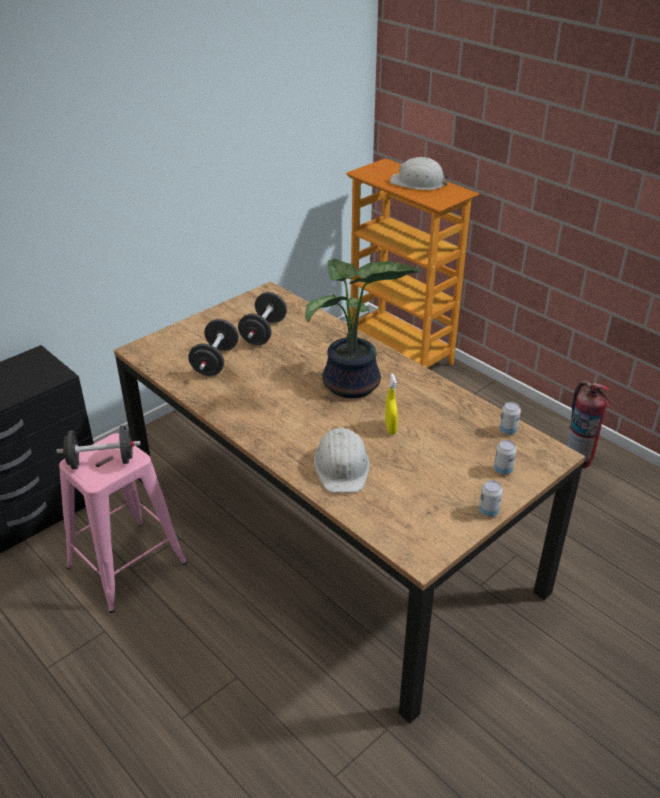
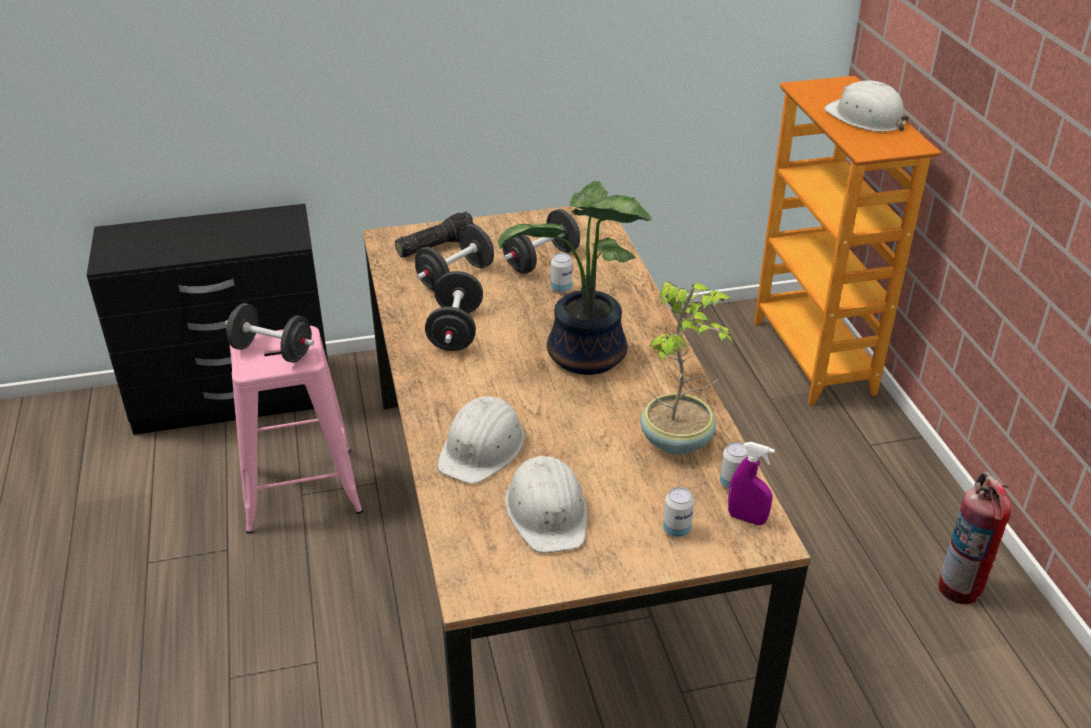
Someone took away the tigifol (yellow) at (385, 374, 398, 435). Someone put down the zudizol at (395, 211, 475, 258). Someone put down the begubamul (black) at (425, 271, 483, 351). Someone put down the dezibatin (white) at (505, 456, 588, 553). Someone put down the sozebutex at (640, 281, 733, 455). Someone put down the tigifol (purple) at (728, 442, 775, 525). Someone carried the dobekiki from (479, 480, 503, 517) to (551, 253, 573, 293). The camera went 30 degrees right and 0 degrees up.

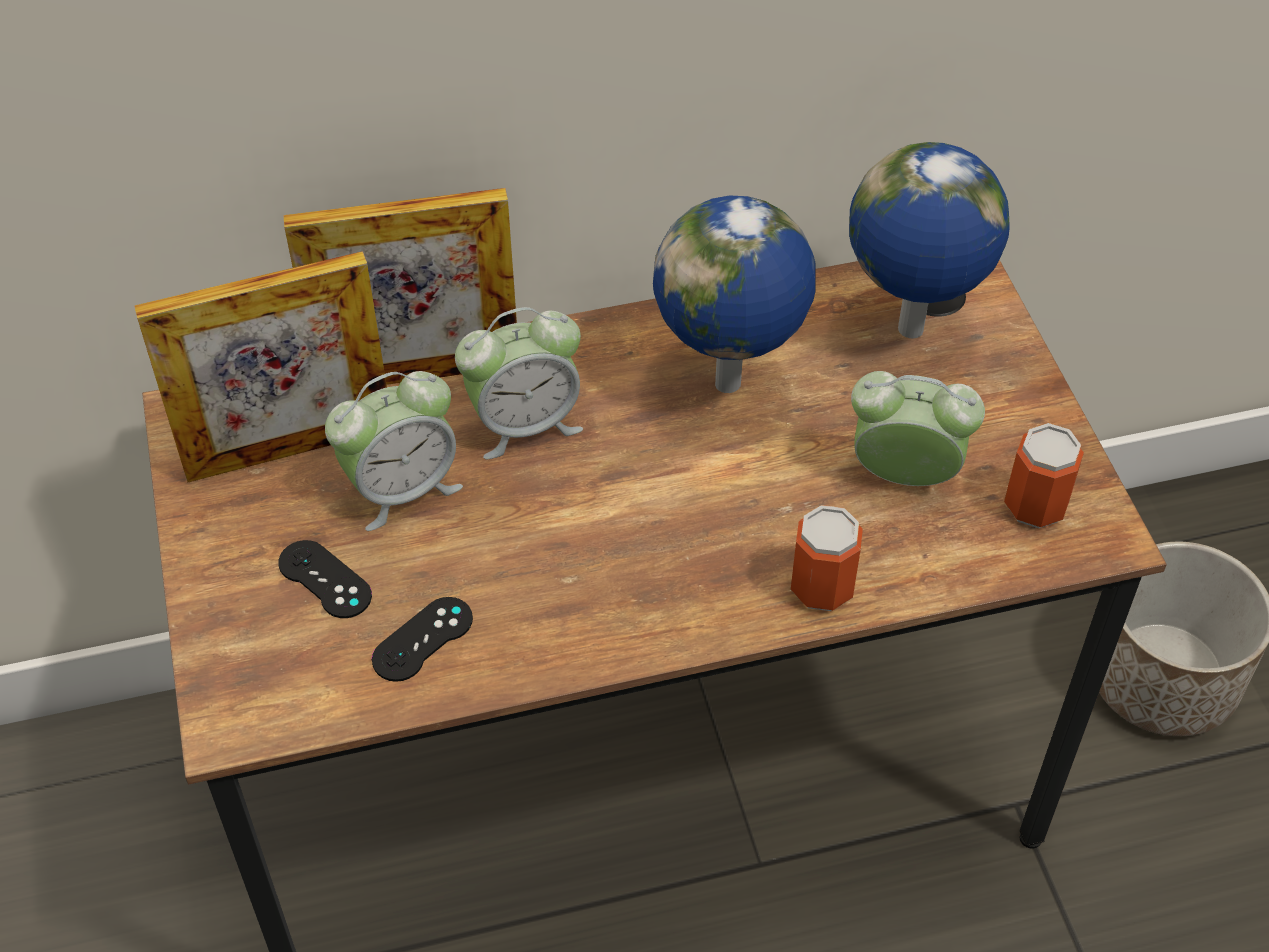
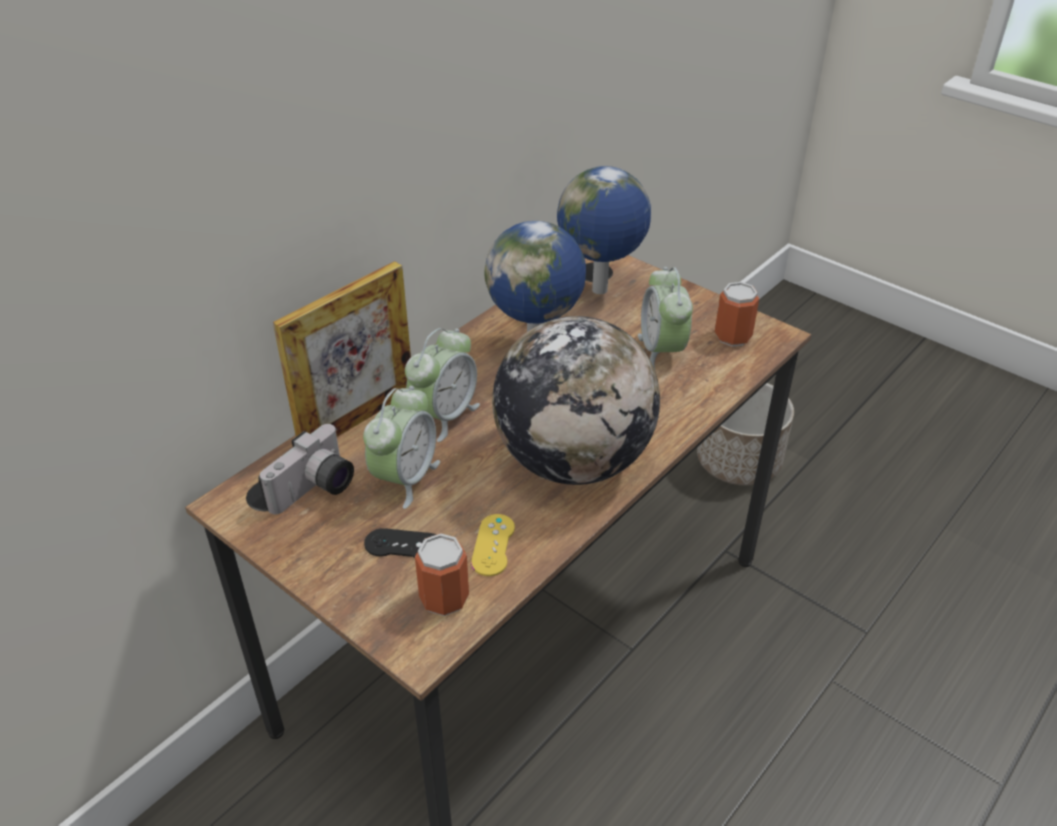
Someone put down the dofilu at (492, 316, 660, 485). Someone carried the dobekiki from (791, 505, 863, 611) to (415, 533, 469, 616). Someone swapped the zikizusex at (134, 251, 387, 483) for the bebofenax at (258, 424, 354, 514). Someone repainted the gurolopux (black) at (372, 597, 473, 682), which became the gurolopux (yellow) at (471, 514, 515, 576). Someone rotated the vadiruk at (851, 371, 985, 486) by 75 degrees counterclockwise. The camera went 35 degrees left and 10 degrees down.

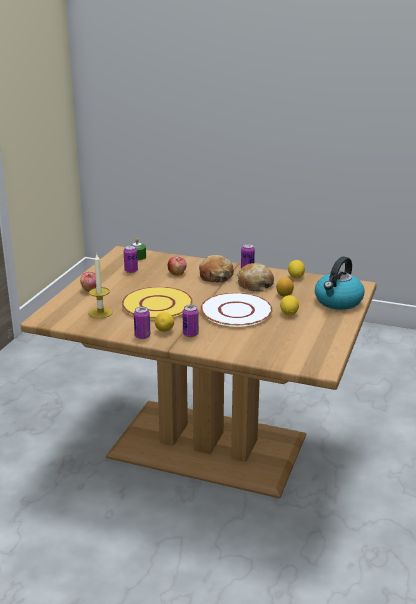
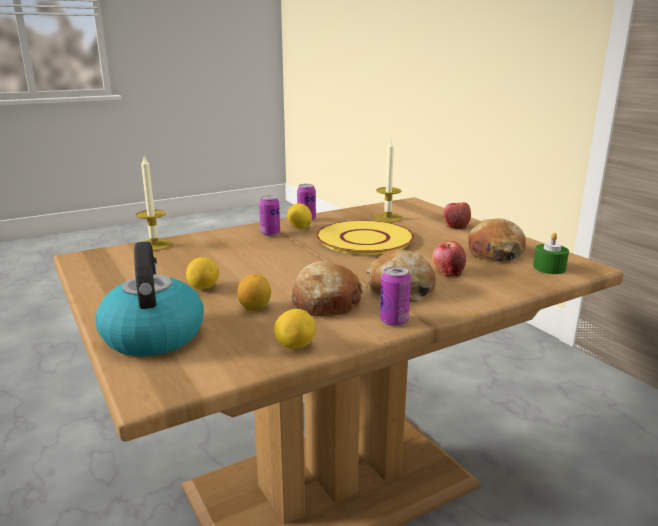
Someone took away the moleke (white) at (200, 293, 273, 327). Someone put down the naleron at (136, 156, 172, 251). Someone swapped the dobekiki at (124, 245, 138, 273) for the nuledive at (468, 218, 526, 261). The camera went 130 degrees right and 5 degrees down.

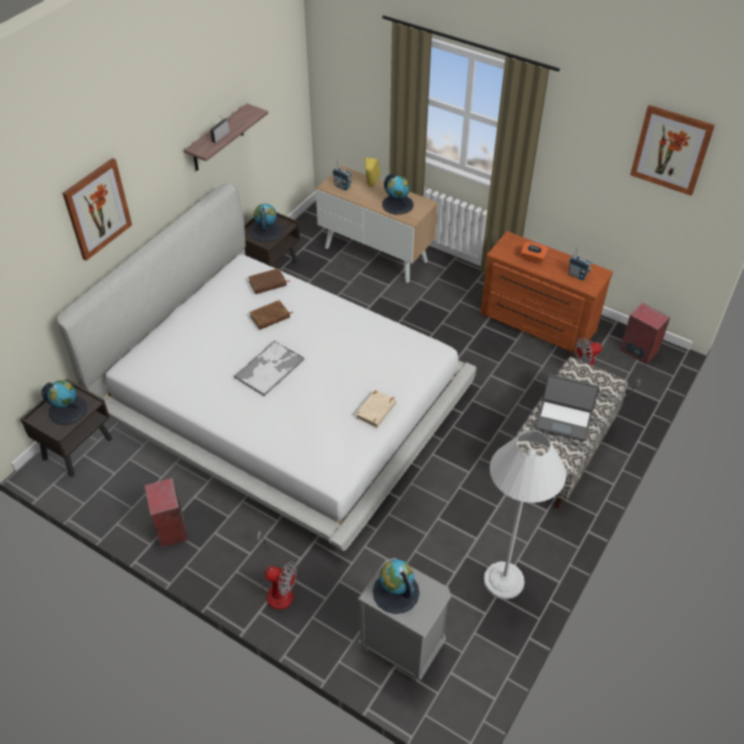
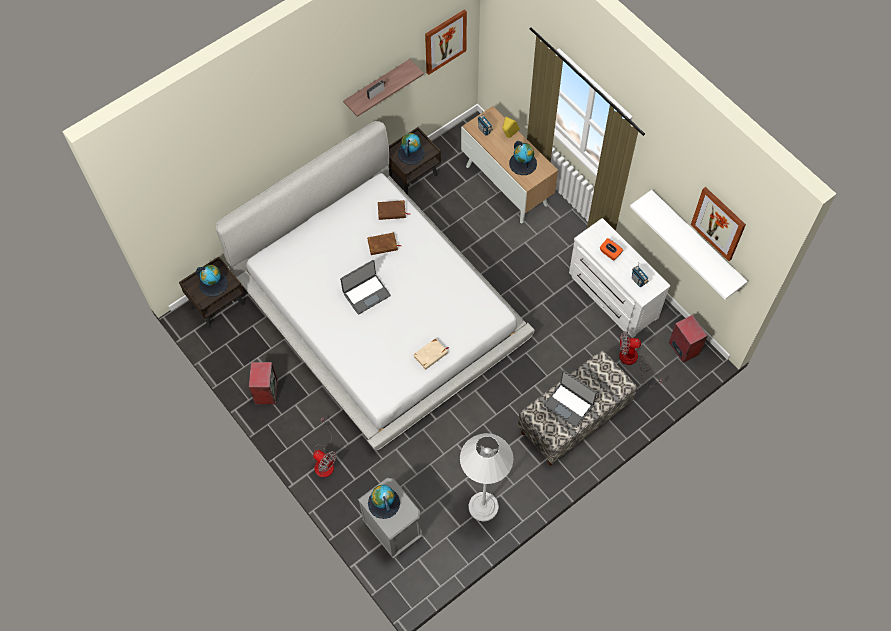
Someone put up the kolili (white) at (630, 190, 748, 300). Someone carried the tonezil from (62, 158, 132, 261) to (425, 9, 467, 75). Someone swapped the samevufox at (234, 341, 305, 397) for the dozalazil at (340, 260, 391, 315). Someone repainted the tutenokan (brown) at (480, 231, 613, 354), which became the tutenokan (white) at (569, 218, 670, 338). The camera went 20 degrees right and 15 degrees up.

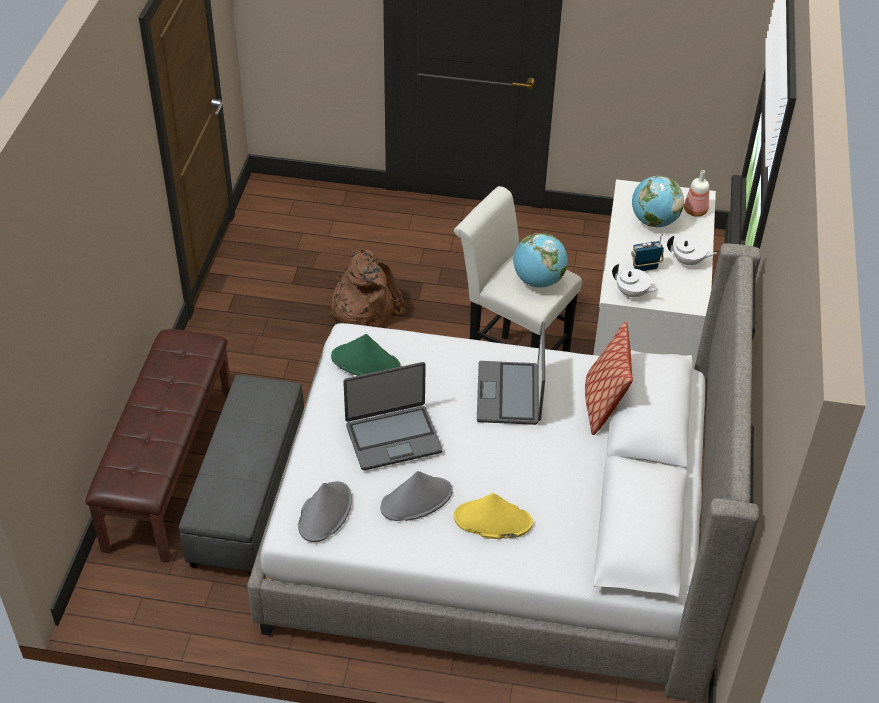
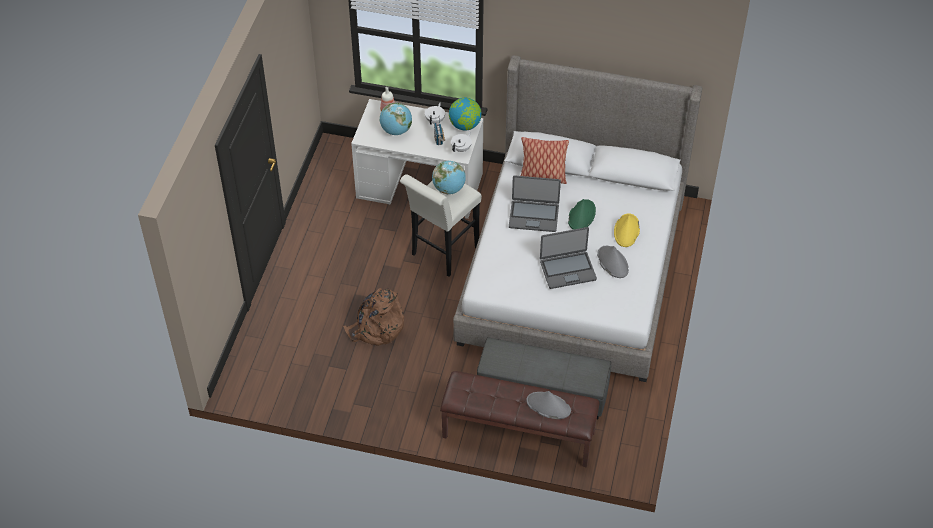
Someone put down the dofilu at (449, 98, 482, 130). Someone carried the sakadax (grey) from (298, 481, 352, 542) to (526, 391, 571, 419). Someone carried the sakadax (green) from (331, 334, 400, 376) to (568, 199, 596, 230). Someone rotated the dozalazil at (343, 362, 443, 471) by 90 degrees clockwise. The camera went 85 degrees left and 5 degrees up.

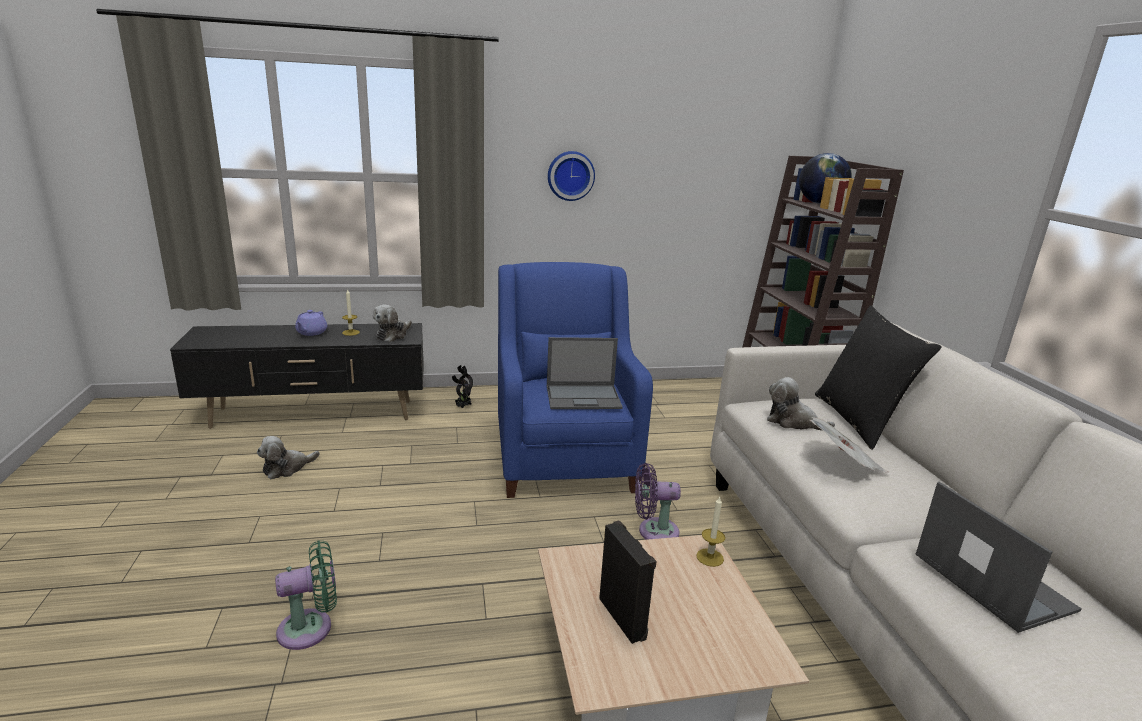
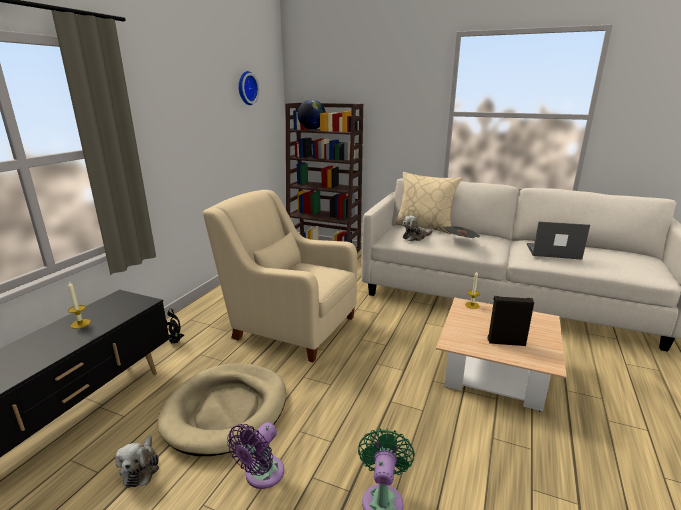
Someone took away the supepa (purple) at (295, 310, 327, 336). Someone took away the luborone at (373, 304, 412, 342). Someone took away the dozalazil at (547, 337, 623, 409). Someone put down the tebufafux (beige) at (157, 363, 286, 456). Someone carried the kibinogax from (548, 151, 595, 201) to (238, 71, 259, 105). Someone carried the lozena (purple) from (635, 463, 681, 540) to (227, 422, 284, 489). Someone repainted the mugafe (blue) at (498, 262, 653, 498), which became the mugafe (beige) at (203, 190, 357, 362). Someone repainted the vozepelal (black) at (815, 305, 942, 450), which became the vozepelal (beige) at (393, 172, 462, 234). The camera went 55 degrees left and 0 degrees up.

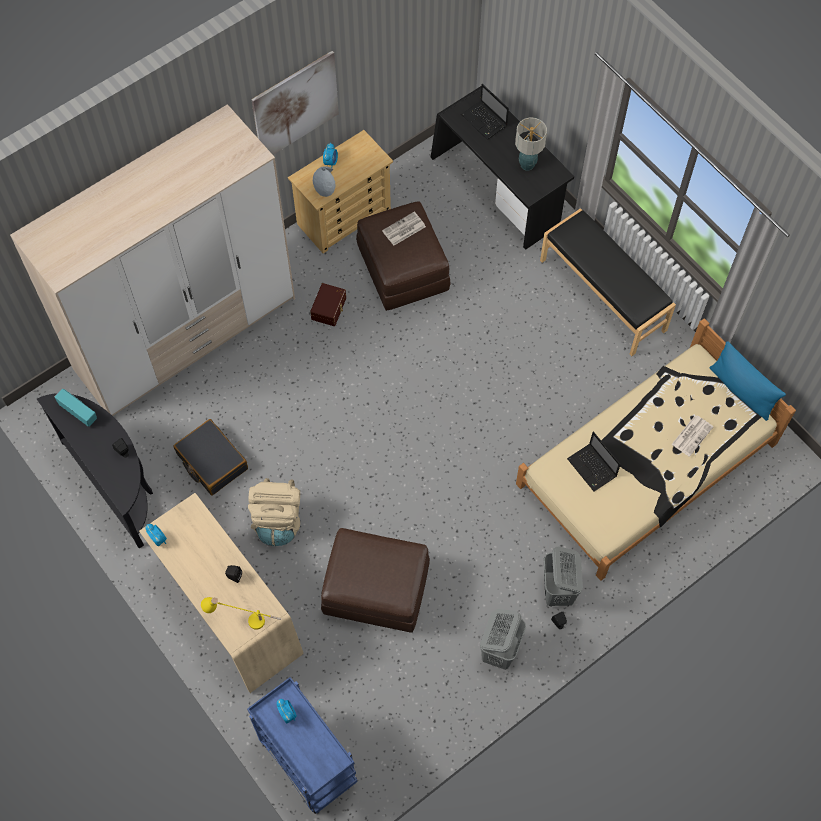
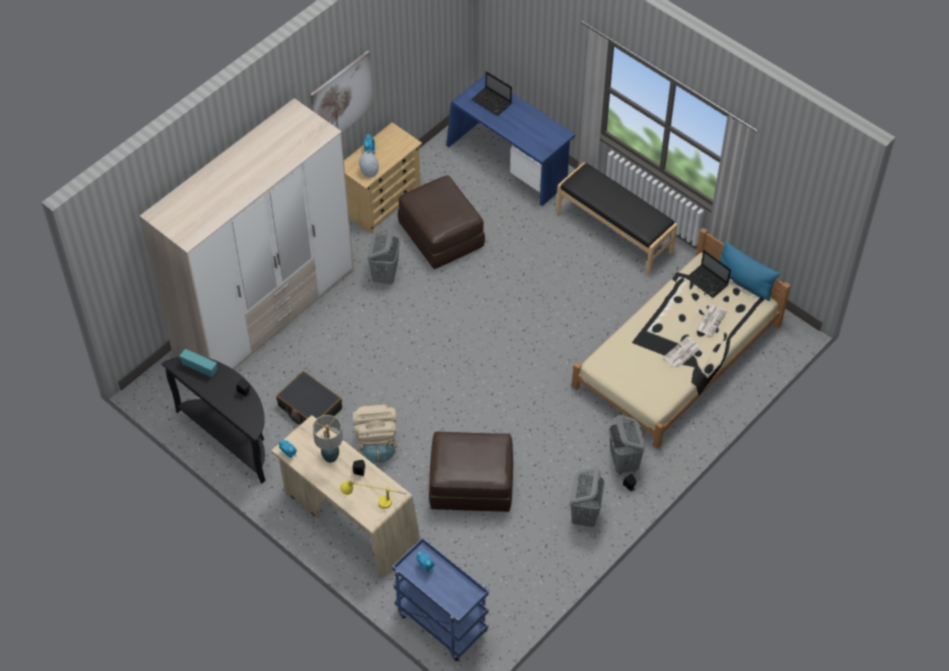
Someone carried the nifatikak from (382, 212, 426, 245) to (663, 337, 701, 369). Someone carried the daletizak from (515, 117, 547, 171) to (313, 415, 343, 463). Someone carried the dozalazil from (567, 432, 621, 491) to (686, 250, 731, 298). Someone swapped the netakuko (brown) at (310, 283, 346, 326) for the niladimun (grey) at (367, 227, 400, 284). Someone repainted the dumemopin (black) at (430, 86, 574, 249), which became the dumemopin (blue) at (446, 75, 575, 206). The camera went 10 degrees left and 10 degrees down.

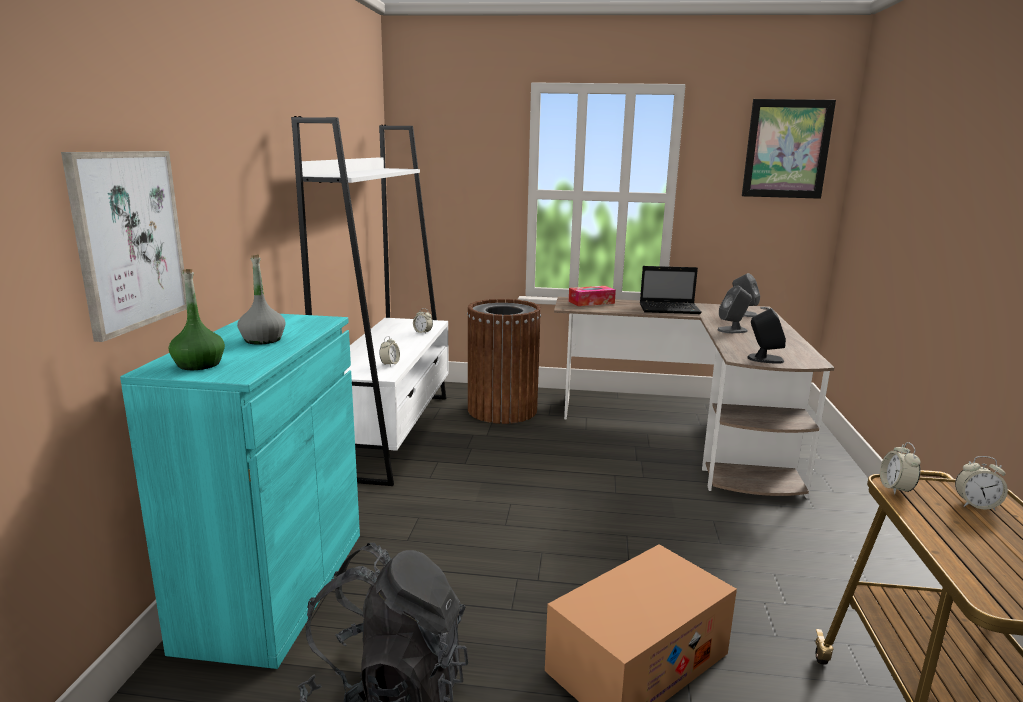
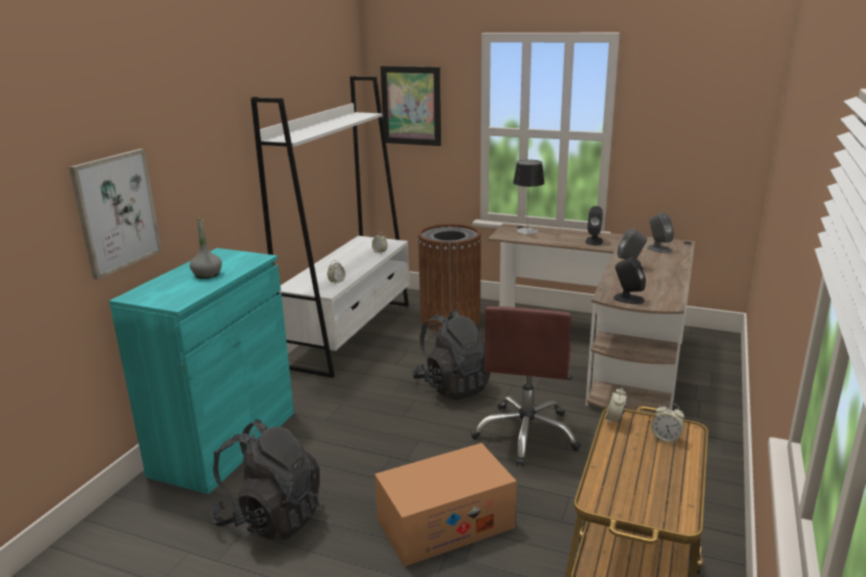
Someone took away the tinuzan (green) at (169, 269, 225, 370). Someone put down the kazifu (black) at (412, 310, 490, 400). Someone put down the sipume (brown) at (471, 306, 581, 466). Someone carried the tonezil from (742, 99, 836, 199) to (380, 66, 441, 146). Someone swapped the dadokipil at (569, 286, 616, 306) for the daletizak at (513, 160, 545, 234). Someone swapped the dozalazil at (640, 266, 702, 314) for the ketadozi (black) at (586, 206, 603, 245). The camera went 15 degrees right and 5 degrees up.

